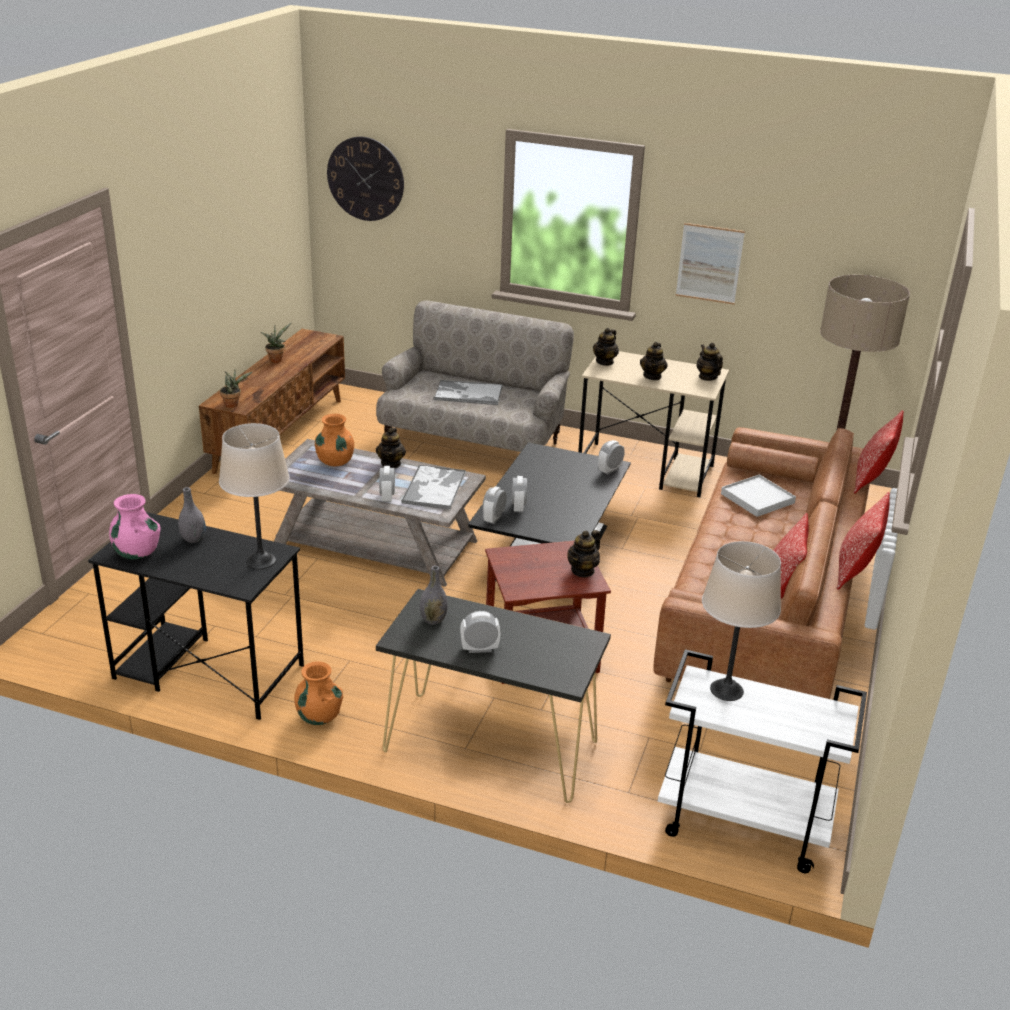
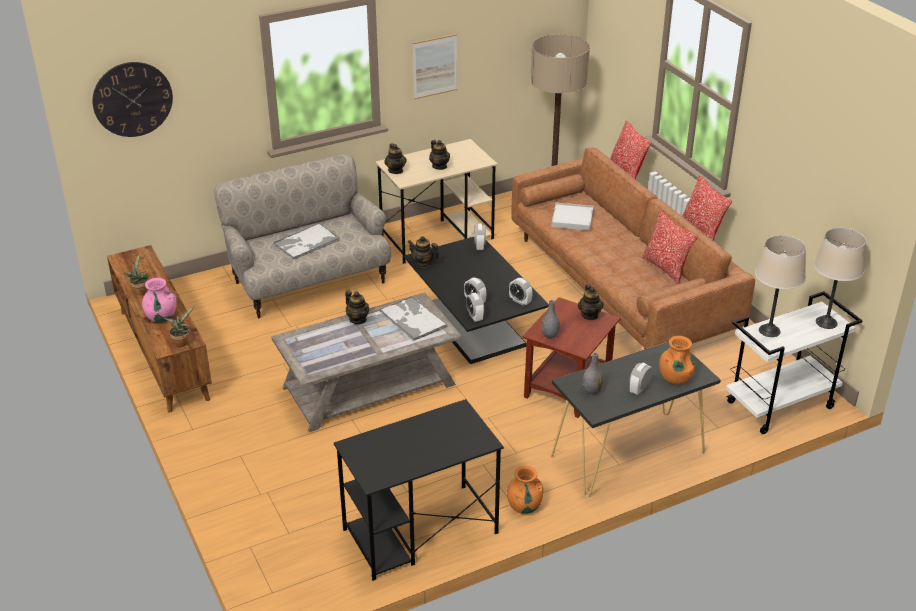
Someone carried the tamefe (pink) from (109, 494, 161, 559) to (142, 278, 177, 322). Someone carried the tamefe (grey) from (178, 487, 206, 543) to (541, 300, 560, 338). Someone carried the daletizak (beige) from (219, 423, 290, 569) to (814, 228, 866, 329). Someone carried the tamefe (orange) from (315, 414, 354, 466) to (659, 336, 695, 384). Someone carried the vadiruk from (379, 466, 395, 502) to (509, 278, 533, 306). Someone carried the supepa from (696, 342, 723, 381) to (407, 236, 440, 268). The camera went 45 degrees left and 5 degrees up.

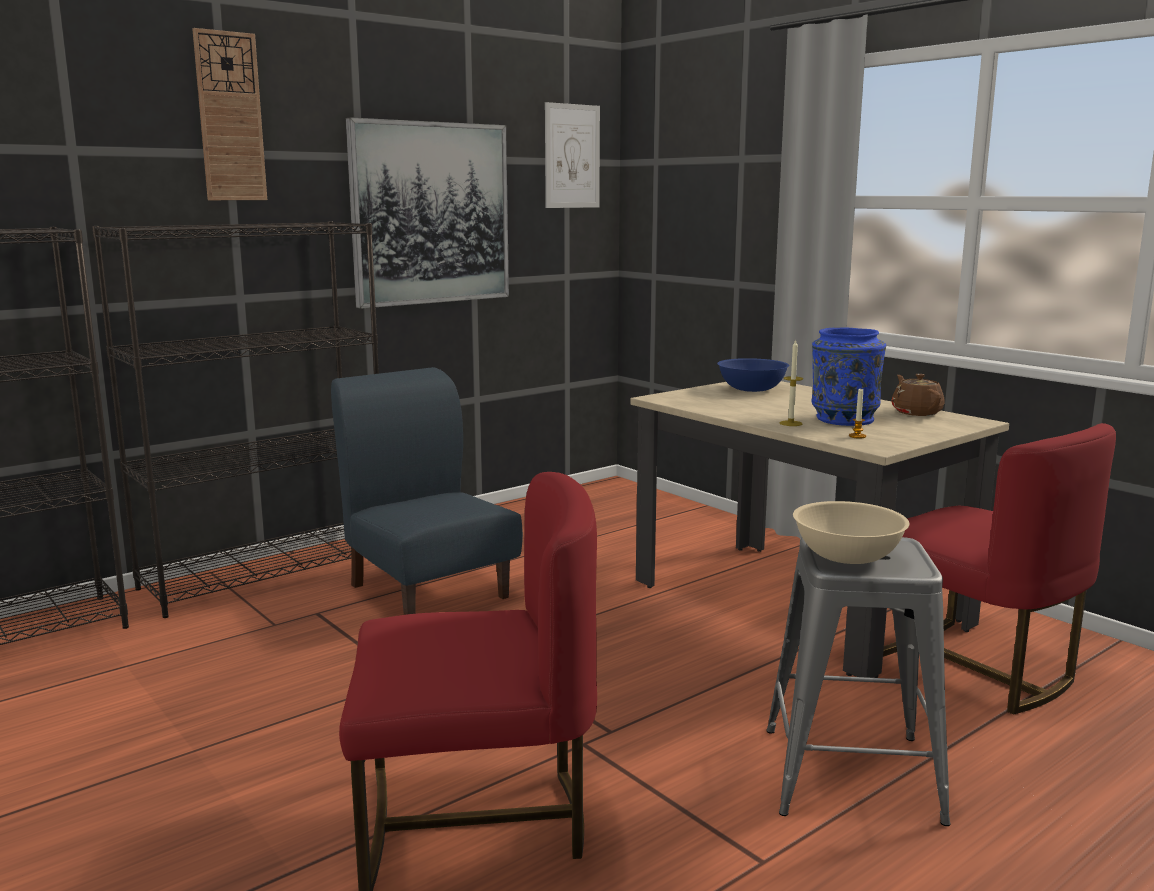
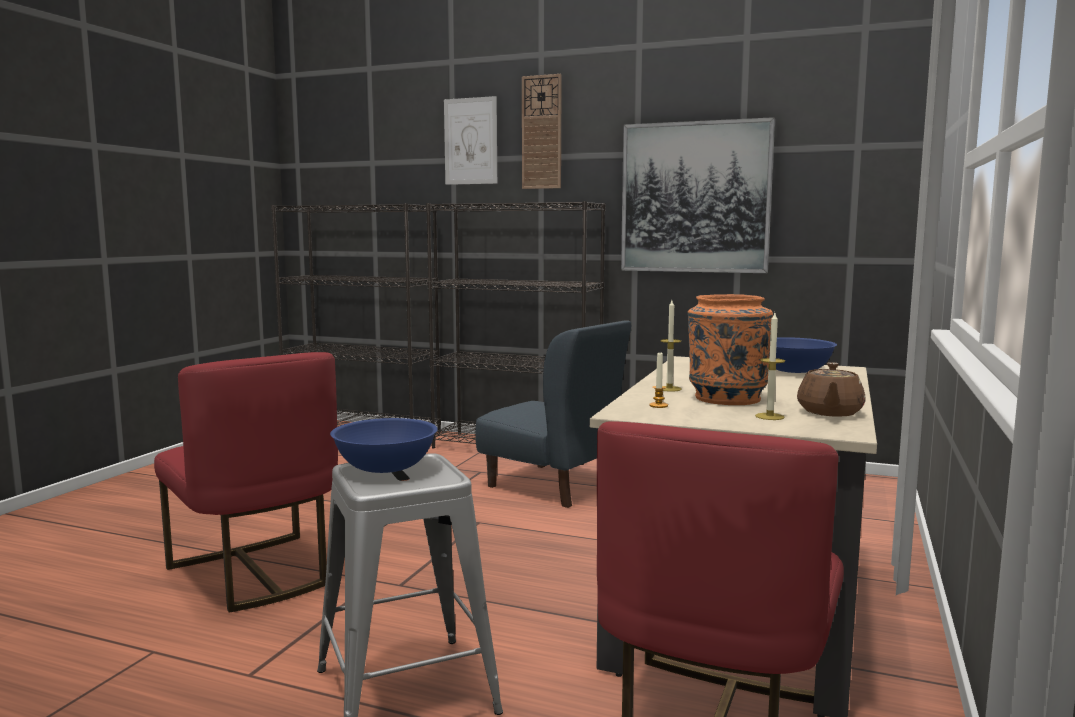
Someone put down the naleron at (755, 313, 785, 420). Someone carried the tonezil from (545, 102, 600, 208) to (444, 96, 497, 185). Someone repainted the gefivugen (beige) at (793, 501, 910, 564), which became the gefivugen (blue) at (330, 418, 438, 473). Someone repainted the tamefe (blue) at (811, 327, 886, 426), which became the tamefe (orange) at (688, 294, 773, 405). Someone rotated the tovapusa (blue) at (331, 367, 523, 615) by 105 degrees clockwise. Someone rotated the supepa (brown) at (891, 374, 945, 416) by 150 degrees clockwise. The camera went 60 degrees right and 5 degrees down.

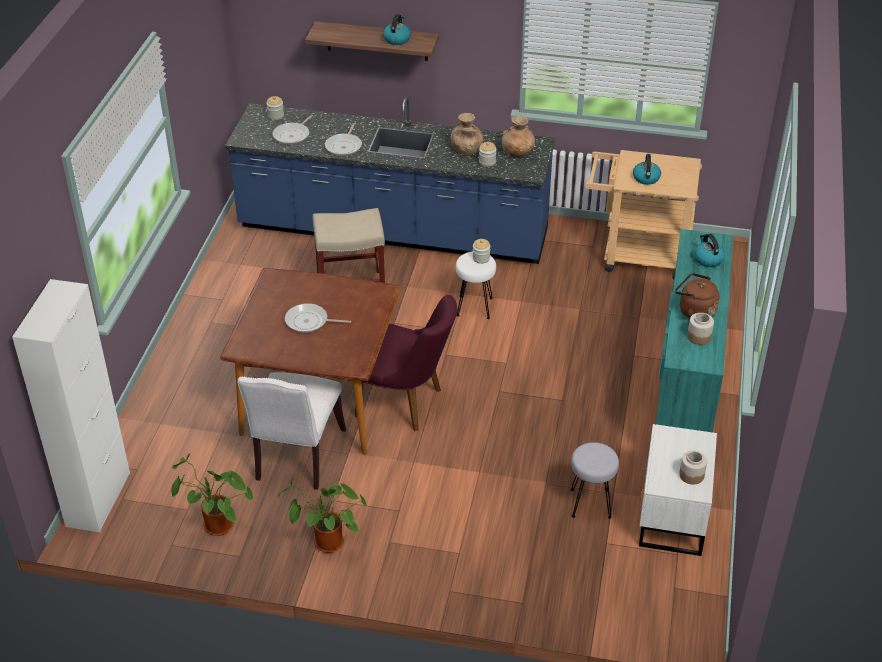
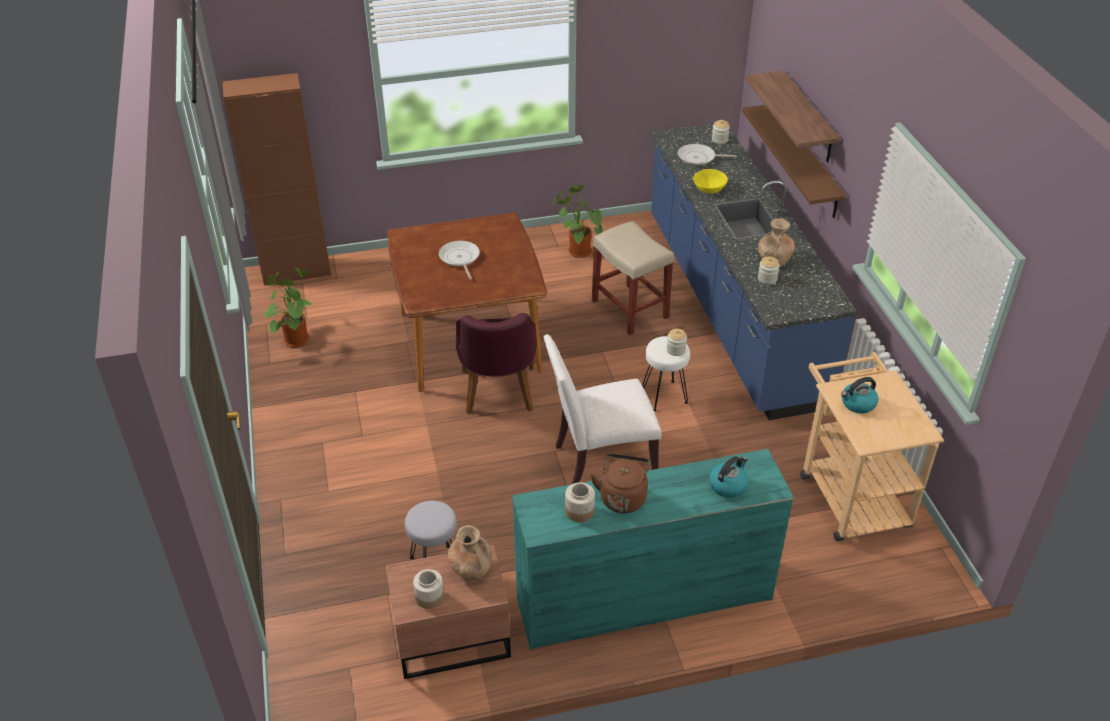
Someone took away the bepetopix at (383, 14, 411, 45). Someone put up the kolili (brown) at (742, 105, 846, 218). Someone carried the tovapusa (white) from (237, 372, 346, 490) to (543, 334, 661, 484). Someone carried the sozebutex from (278, 478, 367, 553) to (552, 184, 603, 258). Someone carried the tamefe (brown) from (502, 115, 535, 157) to (448, 525, 492, 580). Someone swapped the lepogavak at (325, 123, 362, 156) for the gefivugen (yellow) at (693, 169, 728, 194). Someone repainted the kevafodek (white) at (12, 279, 130, 533), which became the kevafodek (brown) at (223, 73, 331, 286). Someone repainted the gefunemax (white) at (639, 424, 717, 556), which became the gefunemax (brown) at (386, 545, 511, 679). The camera went 65 degrees right and 0 degrees up.

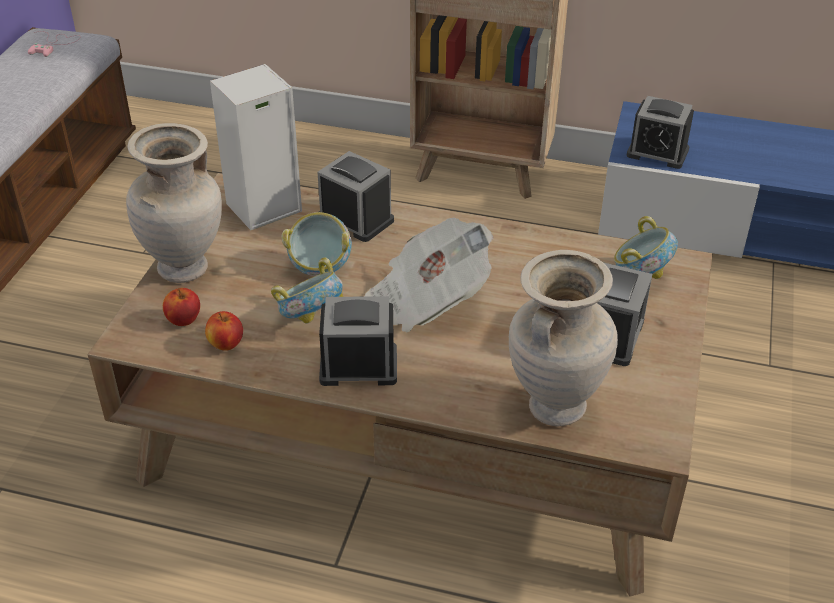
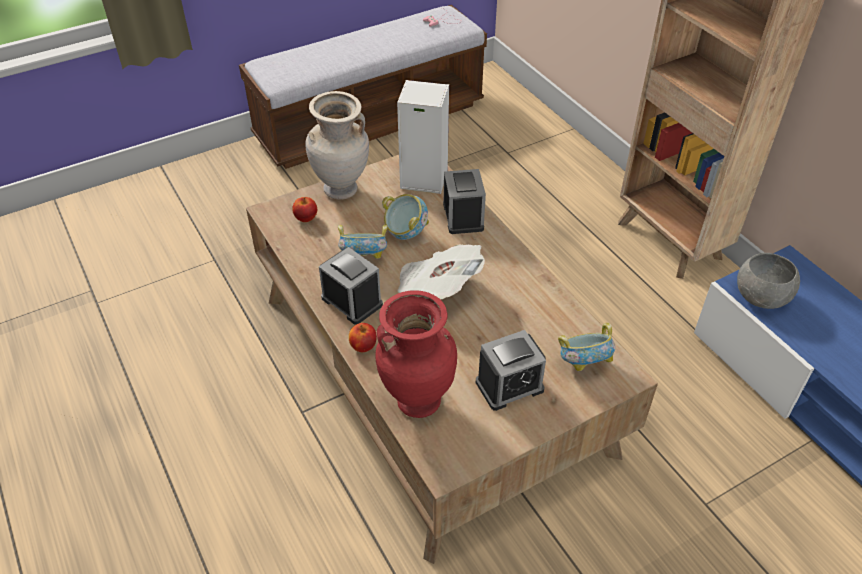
Someone carried the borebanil from (205, 311, 243, 351) to (349, 323, 377, 352). Someone swapped the vadiruk at (627, 96, 694, 169) for the gefivugen (grey) at (737, 253, 800, 309). Someone repainted the tamefe (beige) at (509, 250, 618, 426), which became the tamefe (red) at (375, 290, 457, 418). The camera went 45 degrees right and 5 degrees up.

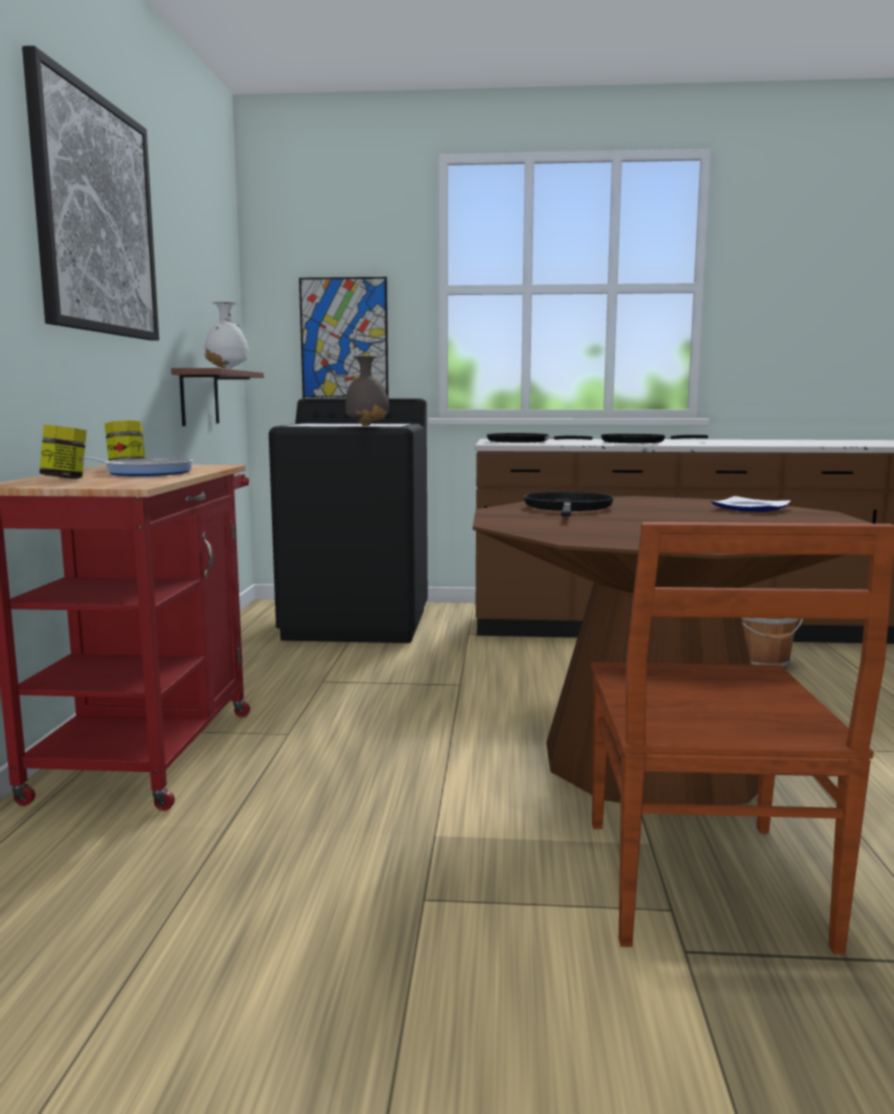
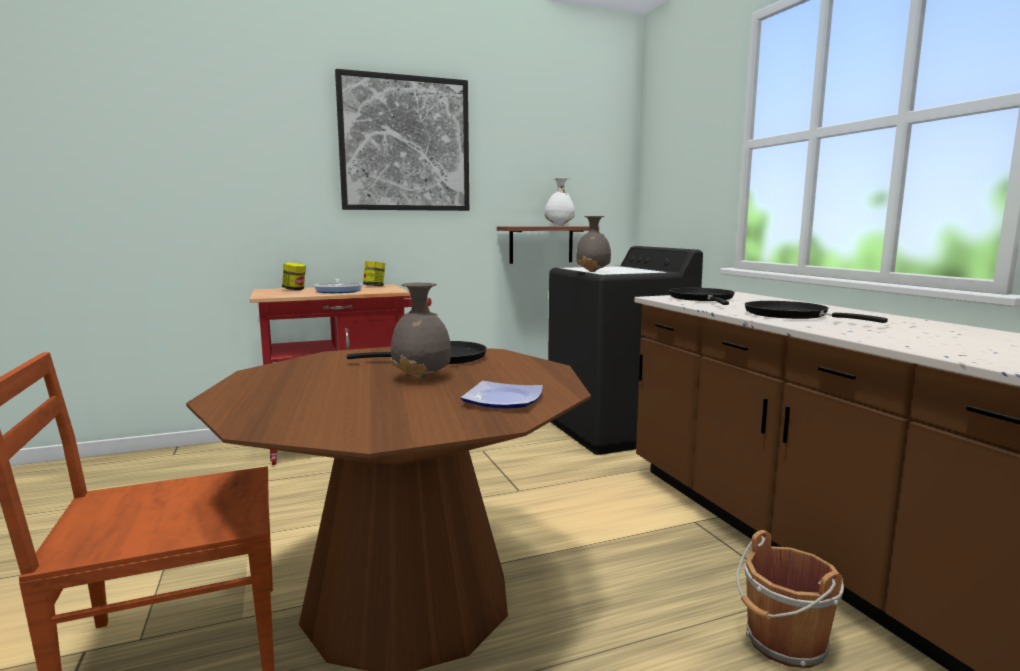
Someone took away the tonezil at (299, 277, 389, 398). Someone put down the tamefe (grey) at (390, 283, 451, 378). The camera went 65 degrees right and 0 degrees up.

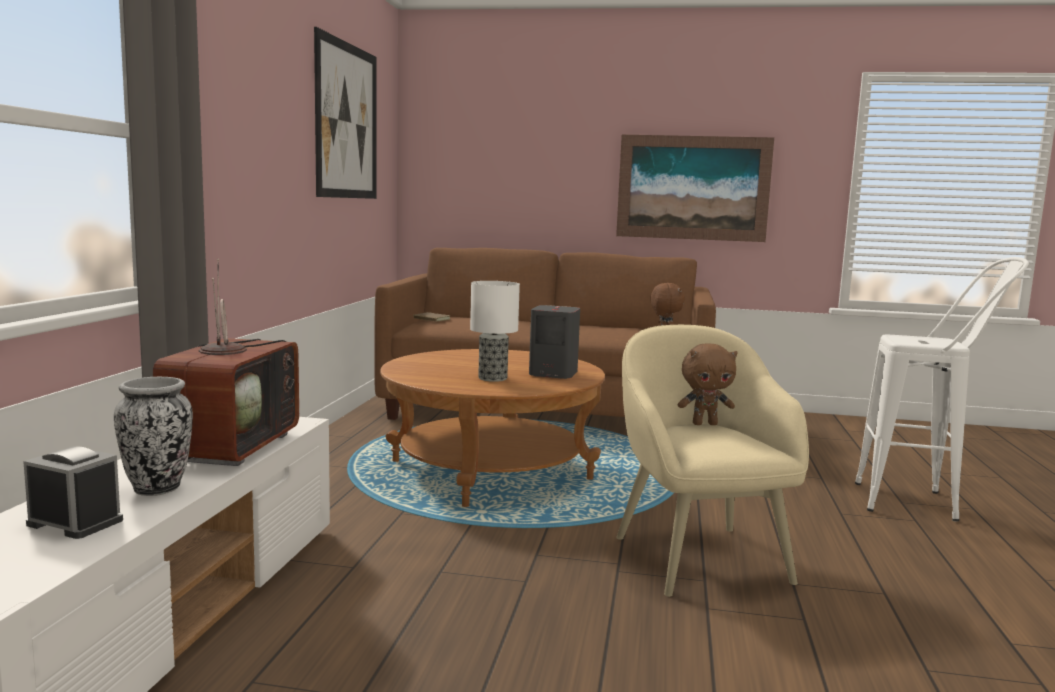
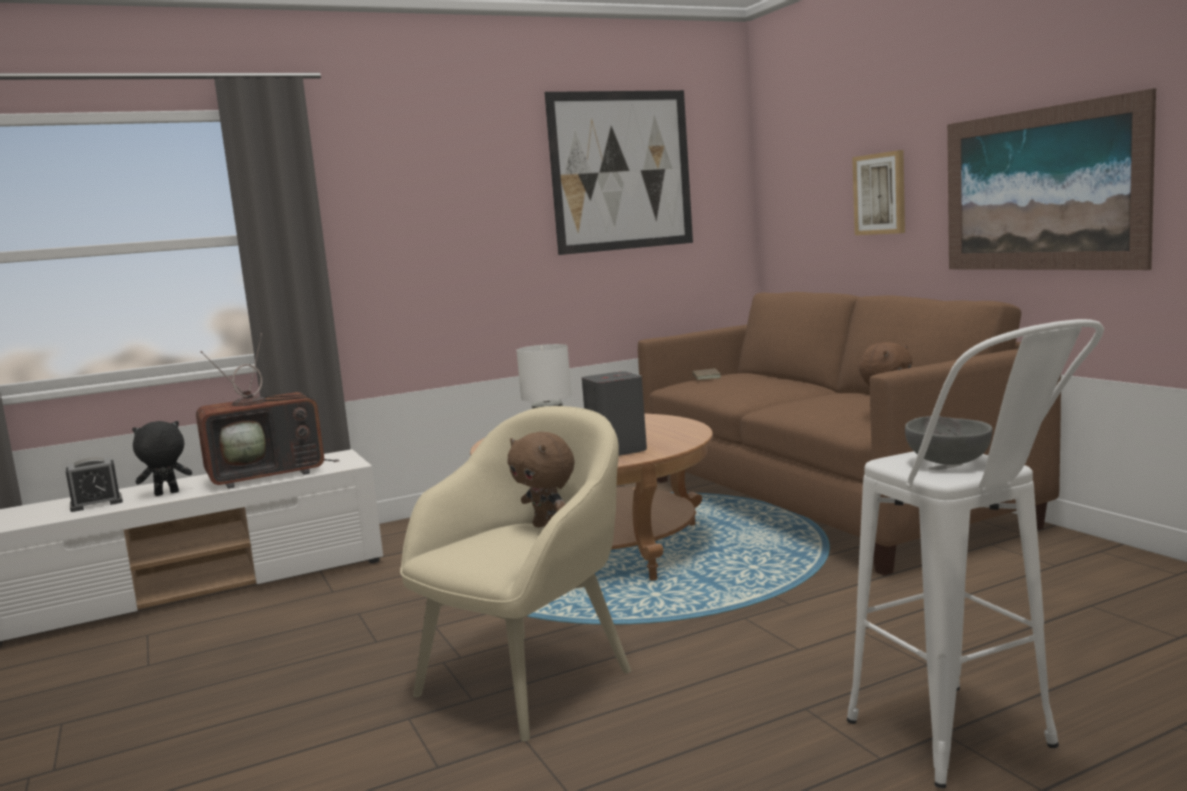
Someone put up the tonezil at (852, 150, 905, 235). Someone put down the gefivugen (grey) at (905, 416, 992, 465). Someone swapped the tamefe at (114, 377, 193, 496) for the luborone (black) at (132, 421, 192, 496). Someone rotated the vadiruk at (23, 446, 123, 539) by 75 degrees clockwise. The camera went 55 degrees right and 0 degrees up.

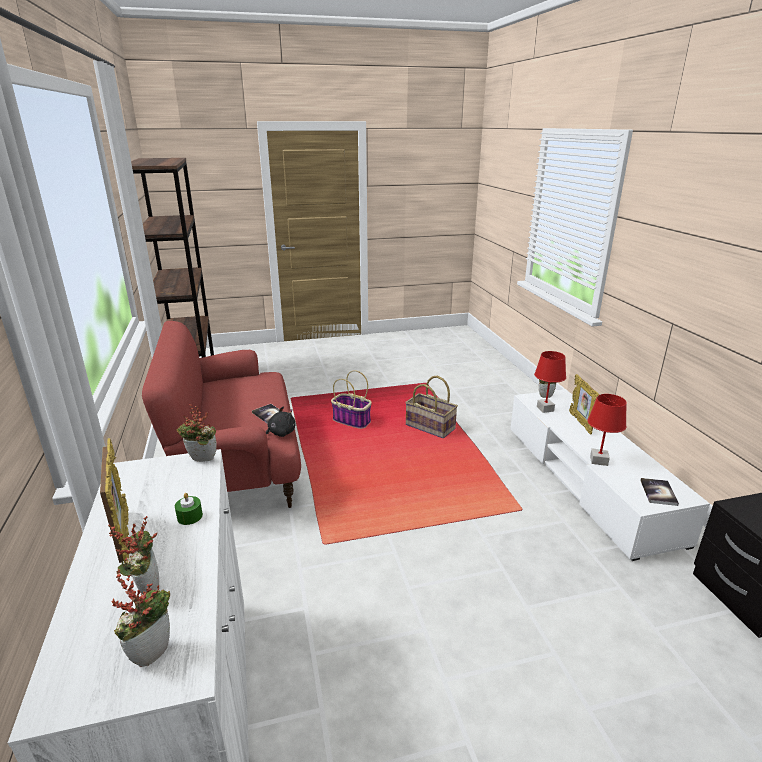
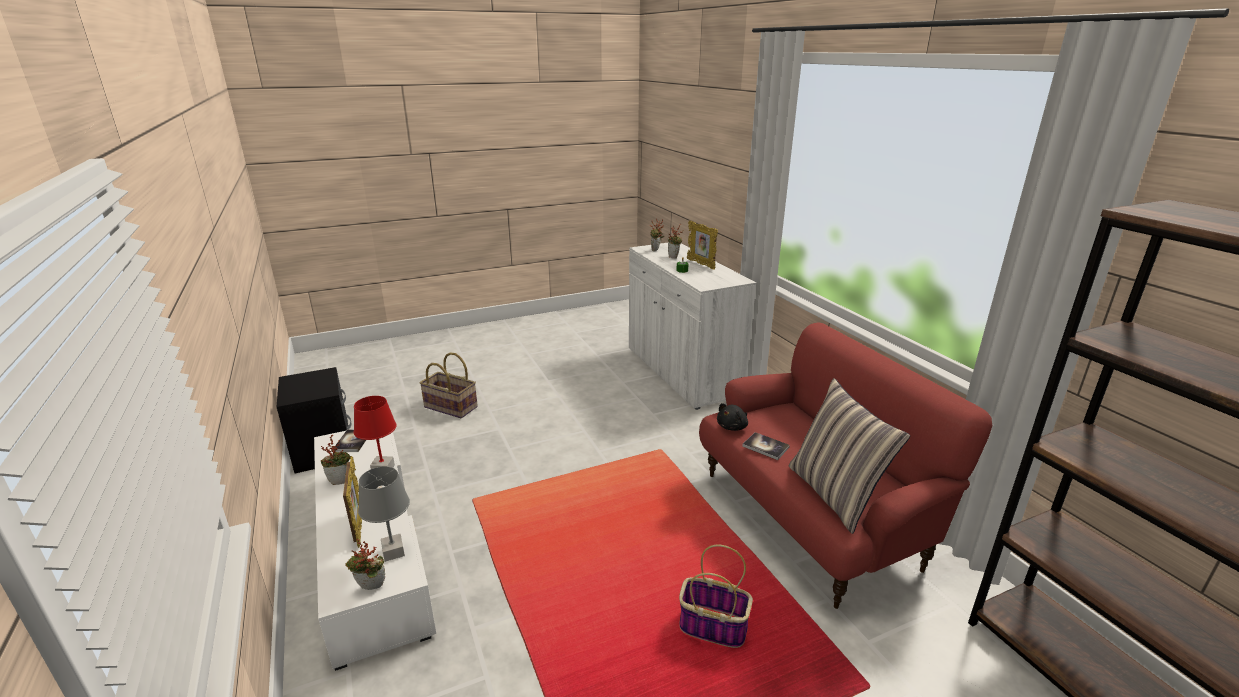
Someone put down the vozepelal at (789, 378, 910, 534). Someone carried the sozebutex from (176, 404, 217, 462) to (321, 435, 351, 485). Someone carried the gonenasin from (405, 376, 458, 438) to (420, 352, 478, 418). Someone repainted the daletizak (red) at (534, 351, 566, 413), which became the daletizak (grey) at (358, 466, 410, 562). The camera went 170 degrees right and 0 degrees up.

